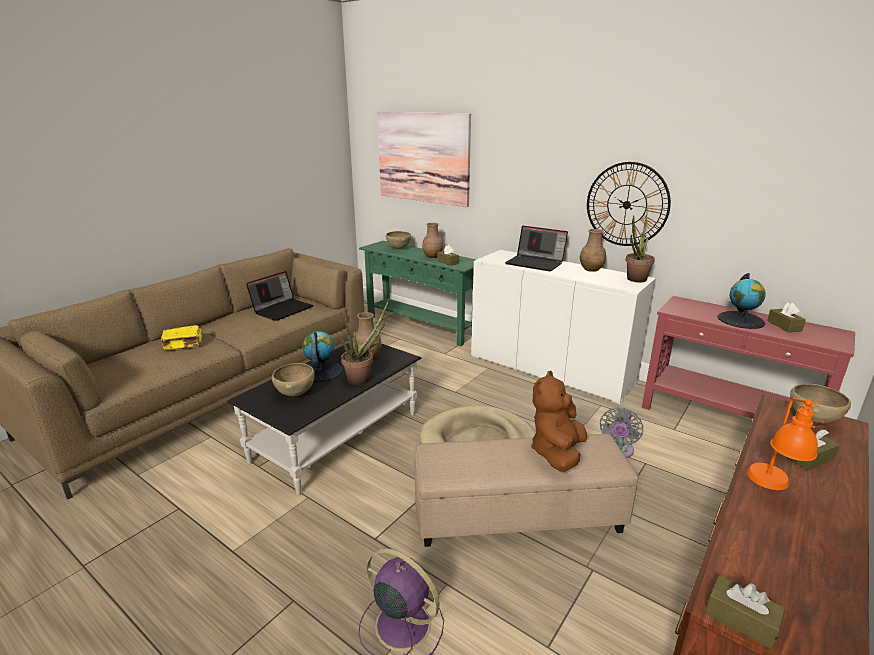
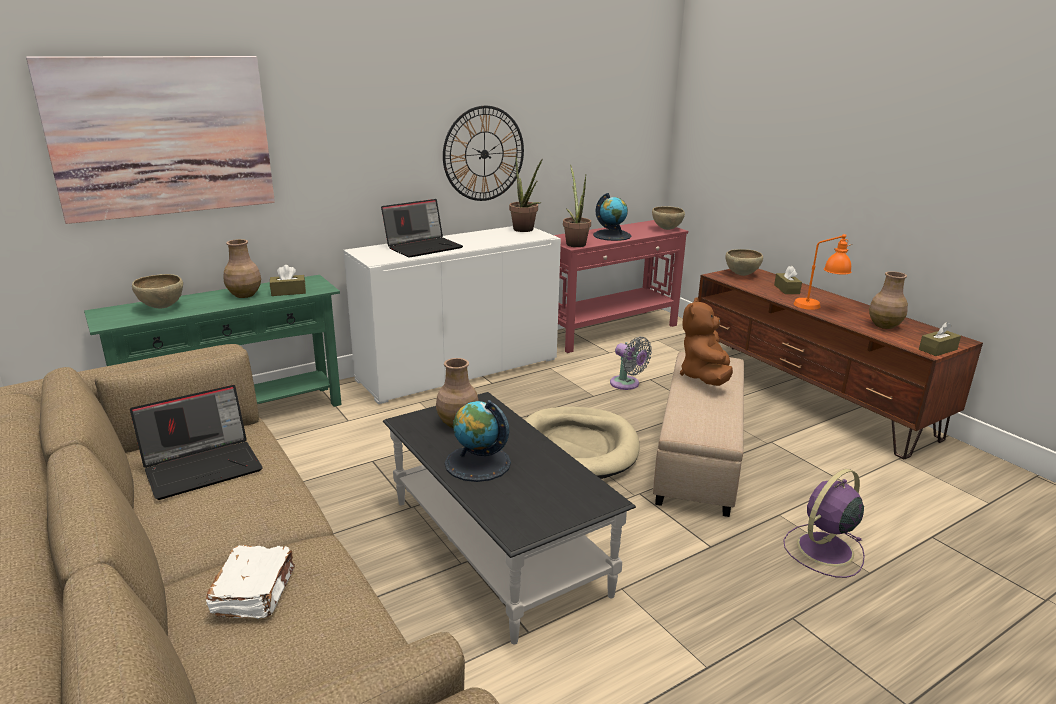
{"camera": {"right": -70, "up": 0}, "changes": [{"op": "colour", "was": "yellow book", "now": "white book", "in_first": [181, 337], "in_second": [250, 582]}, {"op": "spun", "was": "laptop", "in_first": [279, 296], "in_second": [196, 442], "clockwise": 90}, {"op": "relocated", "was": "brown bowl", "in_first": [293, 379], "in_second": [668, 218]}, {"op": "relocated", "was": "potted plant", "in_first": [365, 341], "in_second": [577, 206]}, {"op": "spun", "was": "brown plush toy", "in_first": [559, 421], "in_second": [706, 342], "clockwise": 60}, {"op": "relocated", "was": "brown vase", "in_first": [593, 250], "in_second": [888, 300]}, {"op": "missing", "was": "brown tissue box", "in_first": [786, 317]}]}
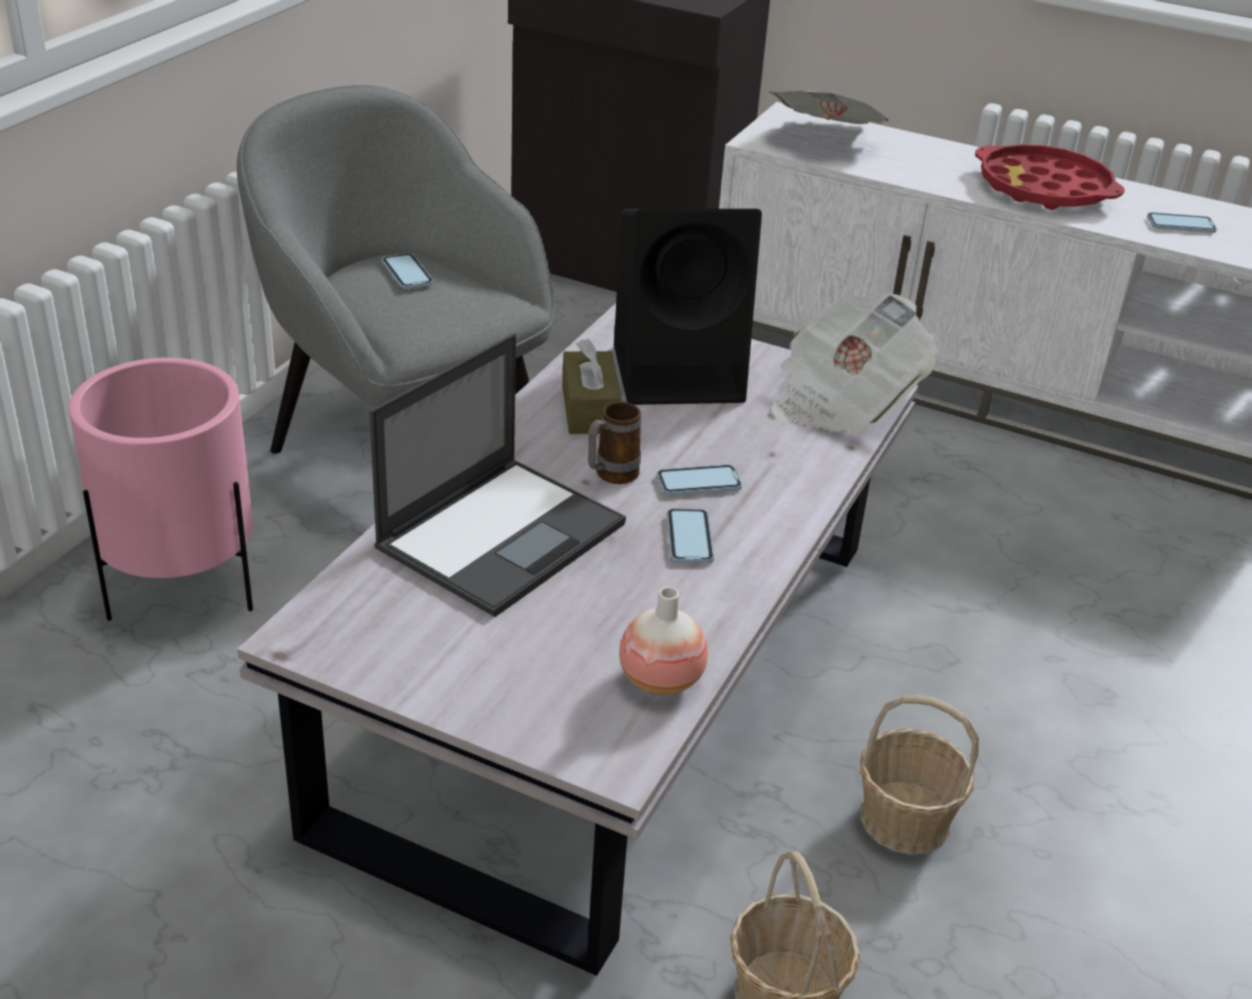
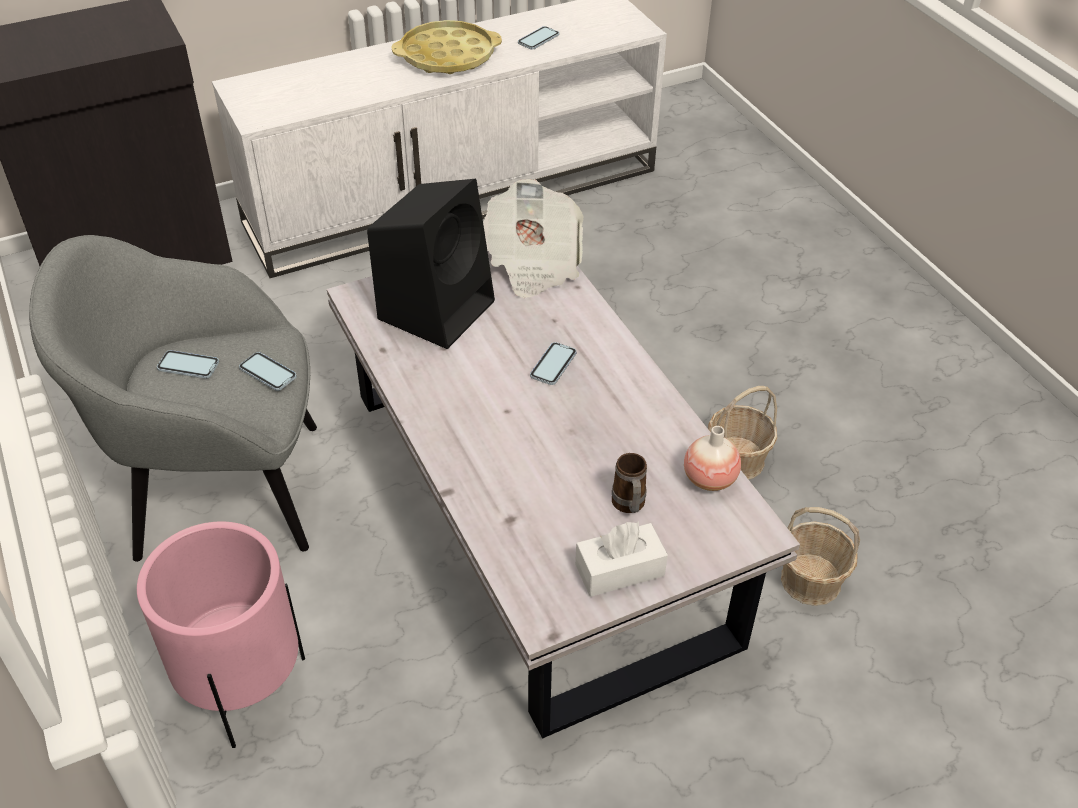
{"camera": {"right": -50, "up": 10}, "changes": [{"op": "missing", "was": "laptop", "in_first": [497, 475]}, {"op": "missing", "was": "brown tissue box", "in_first": [591, 386]}, {"op": "relocated", "was": "mug", "in_first": [614, 443], "in_second": [629, 483]}, {"op": "relocated", "was": "phone", "in_first": [690, 536], "in_second": [268, 371]}, {"op": "missing", "was": "newspaper", "in_first": [829, 107]}, {"op": "colour", "was": "red tray", "now": "yellow tray", "in_first": [1050, 177], "in_second": [446, 47]}, {"op": "appeared", "now": "white tissue box", "in_second": [621, 559]}]}
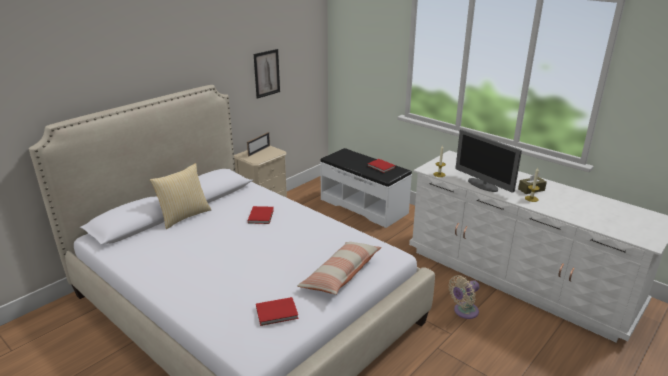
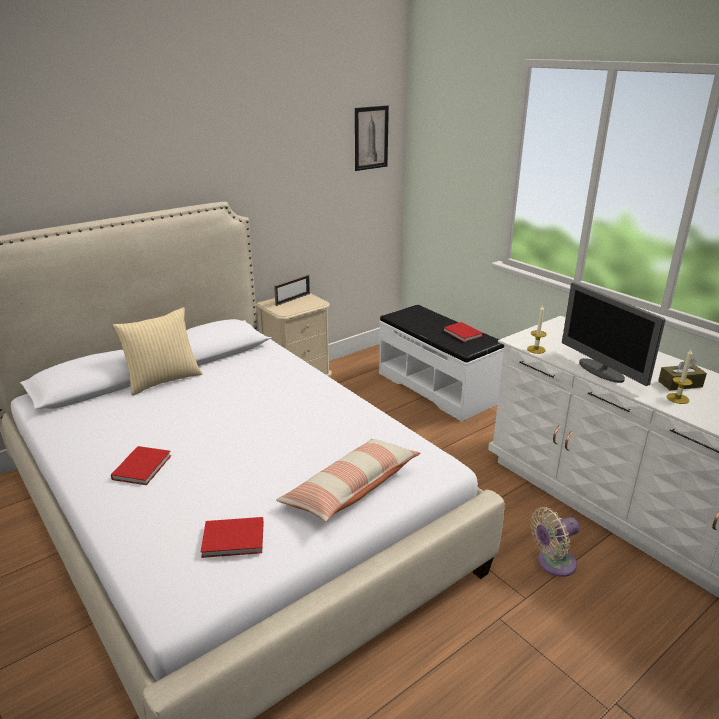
{"camera": {"right": 10, "up": 0}, "changes": [{"op": "relocated", "was": "red book", "in_first": [261, 215], "in_second": [141, 465]}, {"op": "relocated", "was": "picture", "in_first": [267, 74], "in_second": [372, 138]}]}
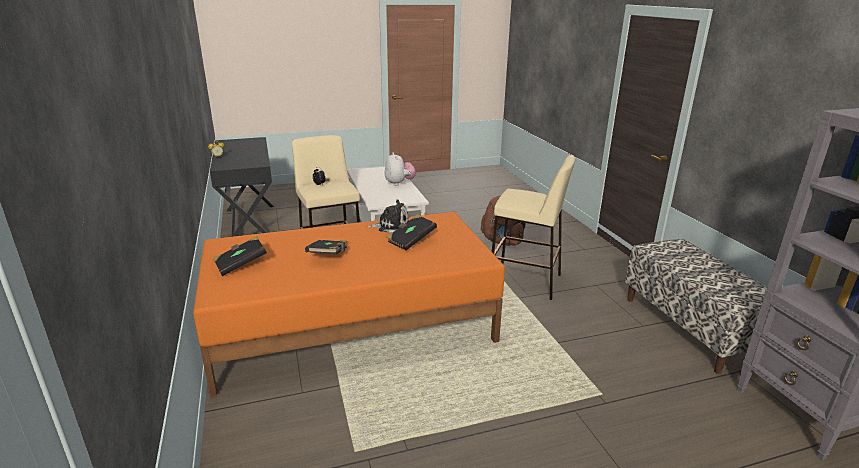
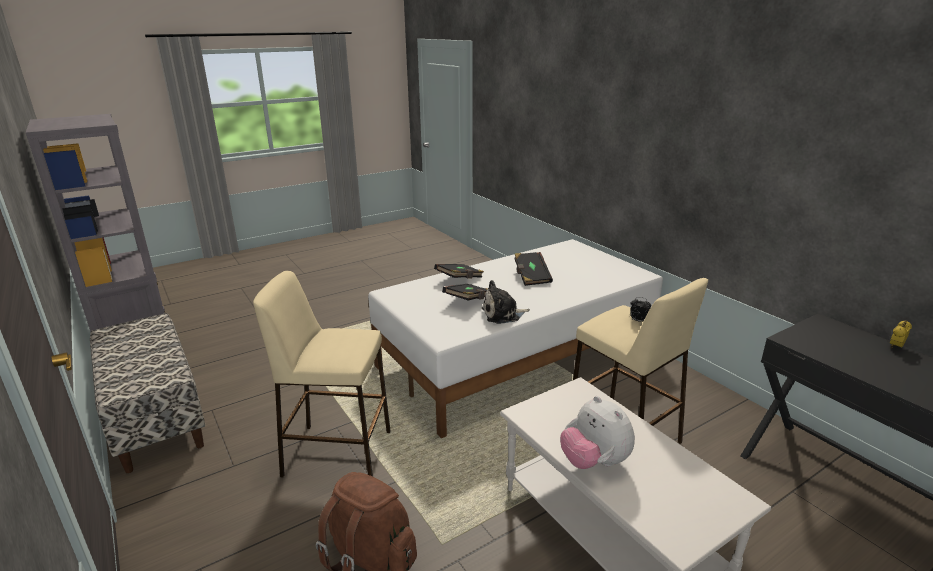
{"camera": {"right": 165, "up": 0}, "changes": [{"op": "colour", "was": "orange bed", "now": "white bed", "in_first": [349, 305], "in_second": [515, 338]}, {"op": "relocated", "was": "black book", "in_first": [240, 256], "in_second": [459, 271]}]}
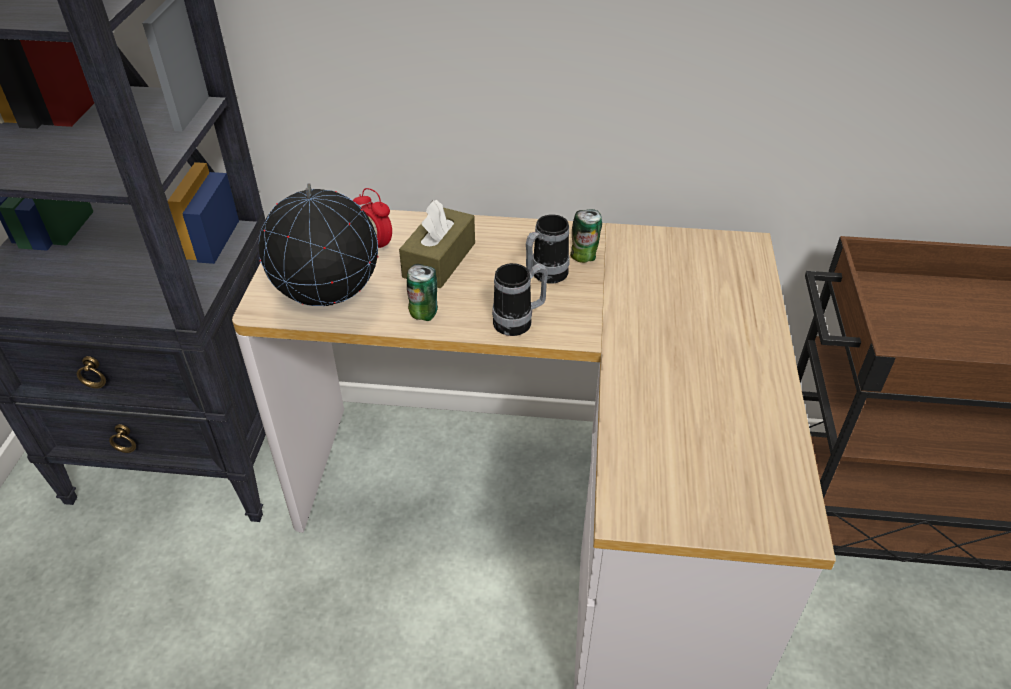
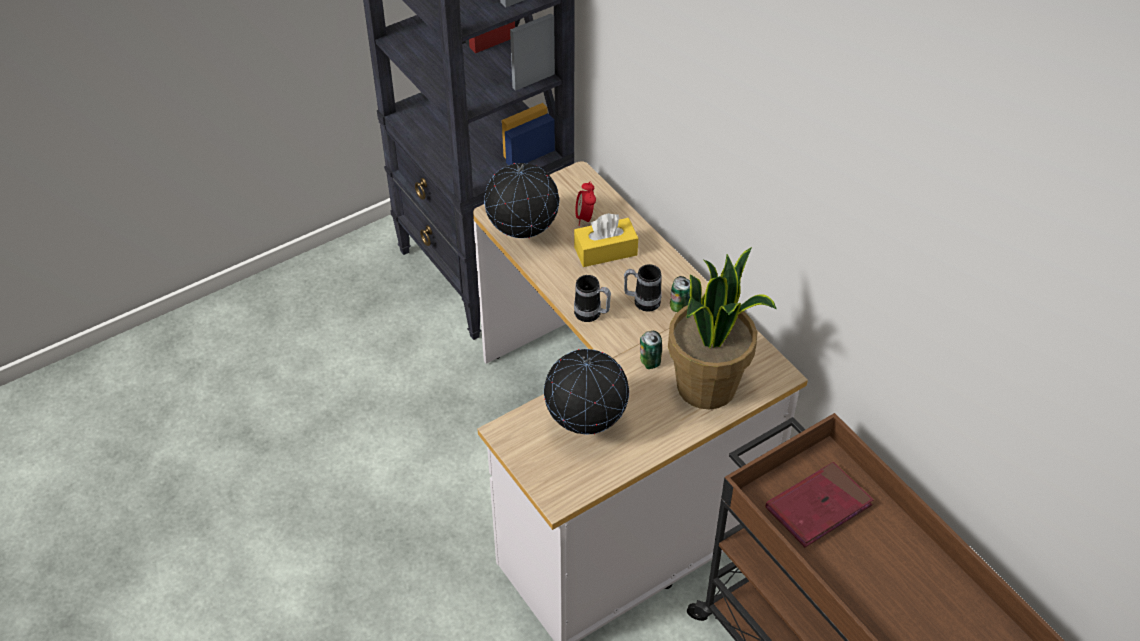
{"camera": {"right": 50, "up": 5}, "changes": [{"op": "colour", "was": "brown tissue box", "now": "yellow tissue box", "in_first": [437, 244], "in_second": [606, 240]}, {"op": "relocated", "was": "can", "in_first": [422, 292], "in_second": [651, 350]}, {"op": "appeared", "now": "globe", "in_second": [586, 391]}, {"op": "appeared", "now": "potted plant", "in_second": [722, 328]}, {"op": "appeared", "now": "red book", "in_second": [819, 504]}]}
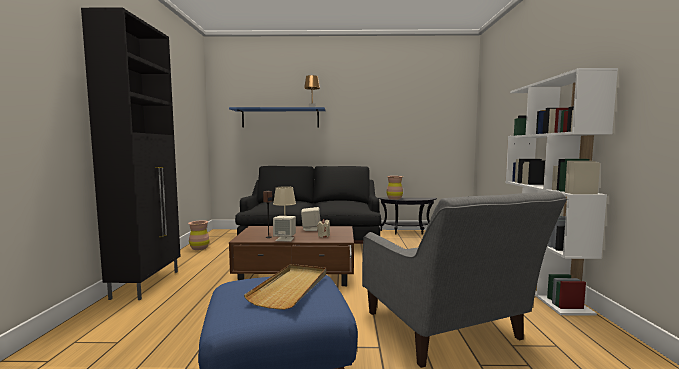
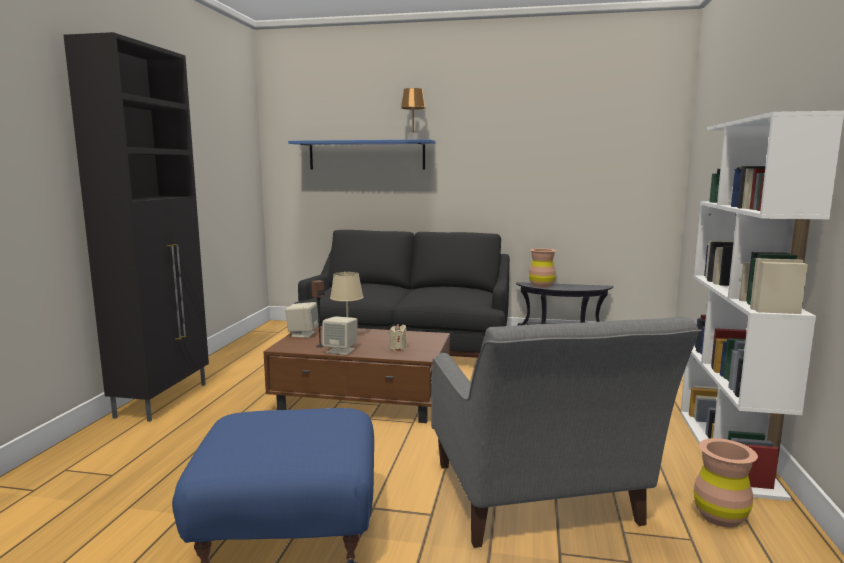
{"camera": {"right": 10, "up": 5}, "changes": [{"op": "relocated", "was": "brown vase", "in_first": [198, 235], "in_second": [725, 483]}, {"op": "missing", "was": "beige tray", "in_first": [285, 287]}, {"op": "relocated", "was": "beige speaker", "in_first": [310, 219], "in_second": [302, 320]}]}
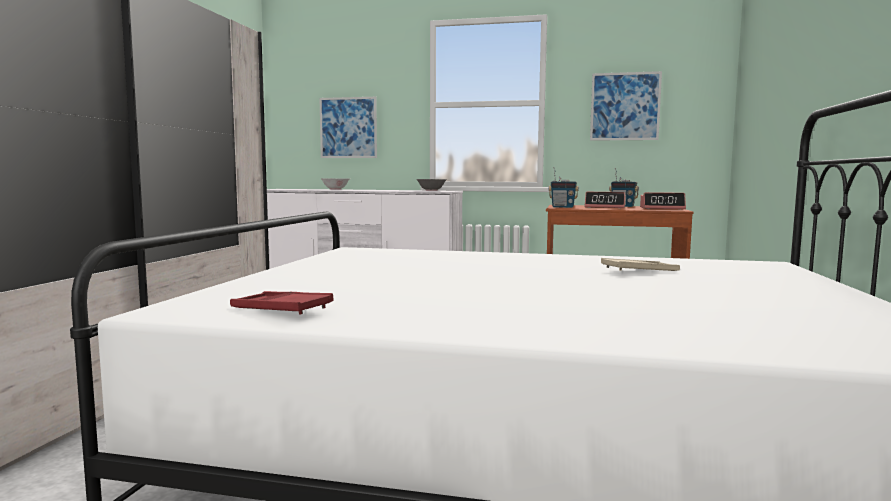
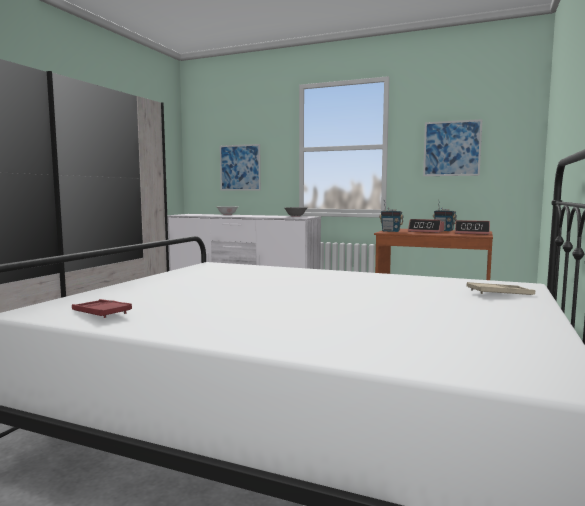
{"camera": {"right": 10, "up": 0}, "changes": [{"op": "relocated", "was": "beige tray", "in_first": [640, 264], "in_second": [501, 288]}]}
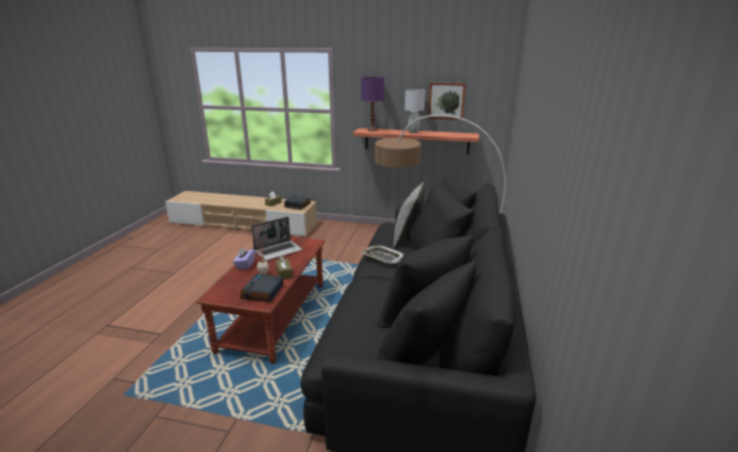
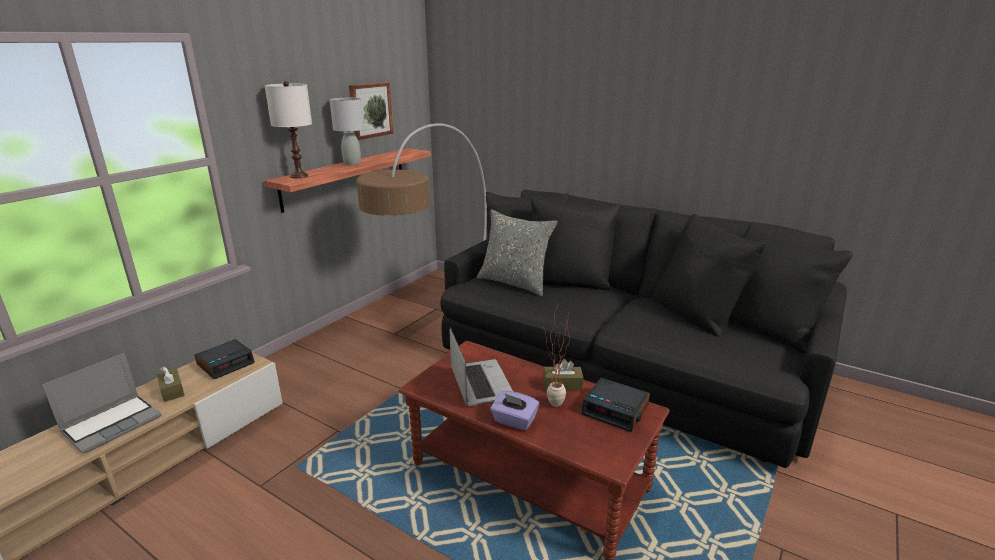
{"camera": {"right": -70, "up": 0}, "changes": [{"op": "colour", "was": "purple table lamp", "now": "white table lamp", "in_first": [372, 103], "in_second": [288, 129]}, {"op": "missing", "was": "tray", "in_first": [383, 254]}, {"op": "appeared", "now": "laptop", "in_second": [101, 403]}]}
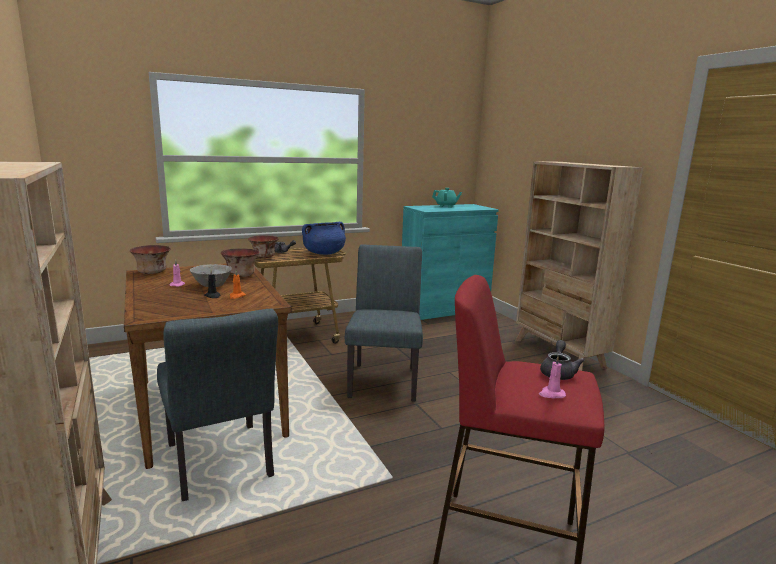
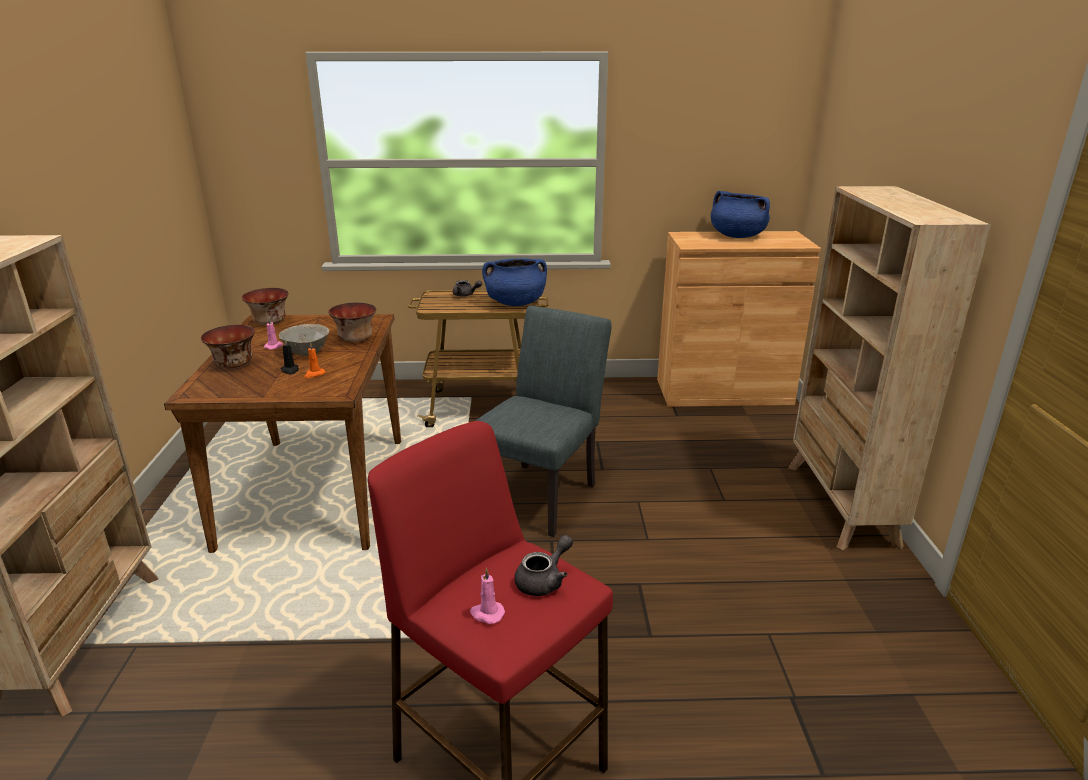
{"camera": {"right": 25, "up": 10}, "changes": [{"op": "missing", "was": "grey chair", "in_first": [217, 405]}, {"op": "relocated", "was": "bowl", "in_first": [263, 246], "in_second": [227, 346]}, {"op": "colour", "was": "turquoise cabinet", "now": "brown cabinet", "in_first": [450, 262], "in_second": [739, 319]}, {"op": "exchanged", "was": "turquoise teapot", "now": "blue cooking pot", "in_first": [447, 198], "in_second": [740, 214]}]}
